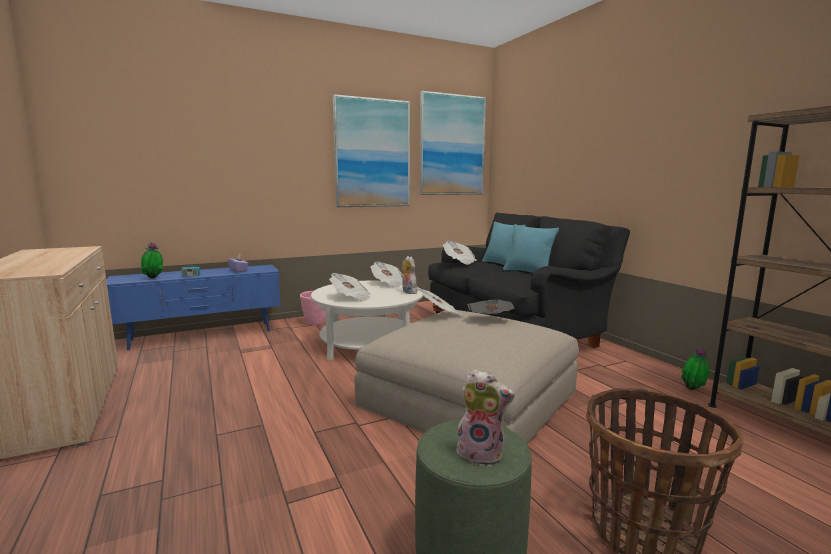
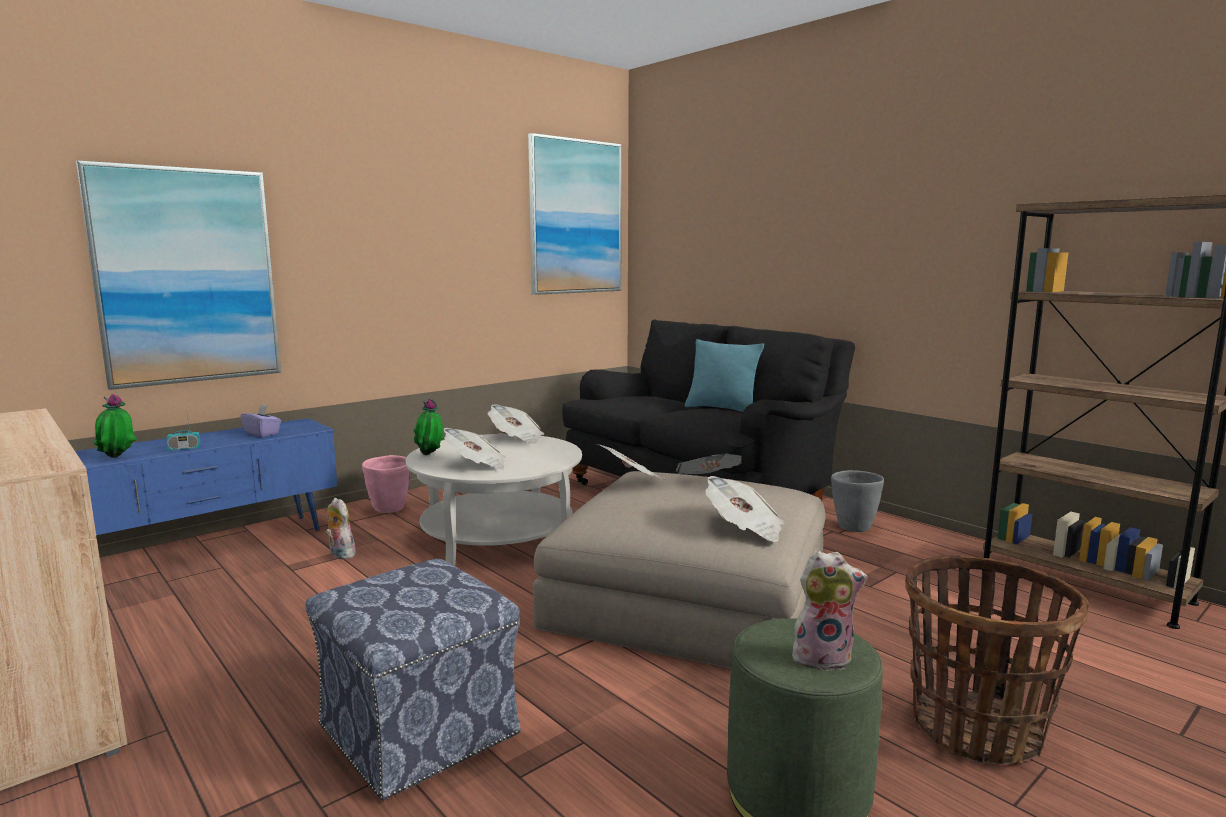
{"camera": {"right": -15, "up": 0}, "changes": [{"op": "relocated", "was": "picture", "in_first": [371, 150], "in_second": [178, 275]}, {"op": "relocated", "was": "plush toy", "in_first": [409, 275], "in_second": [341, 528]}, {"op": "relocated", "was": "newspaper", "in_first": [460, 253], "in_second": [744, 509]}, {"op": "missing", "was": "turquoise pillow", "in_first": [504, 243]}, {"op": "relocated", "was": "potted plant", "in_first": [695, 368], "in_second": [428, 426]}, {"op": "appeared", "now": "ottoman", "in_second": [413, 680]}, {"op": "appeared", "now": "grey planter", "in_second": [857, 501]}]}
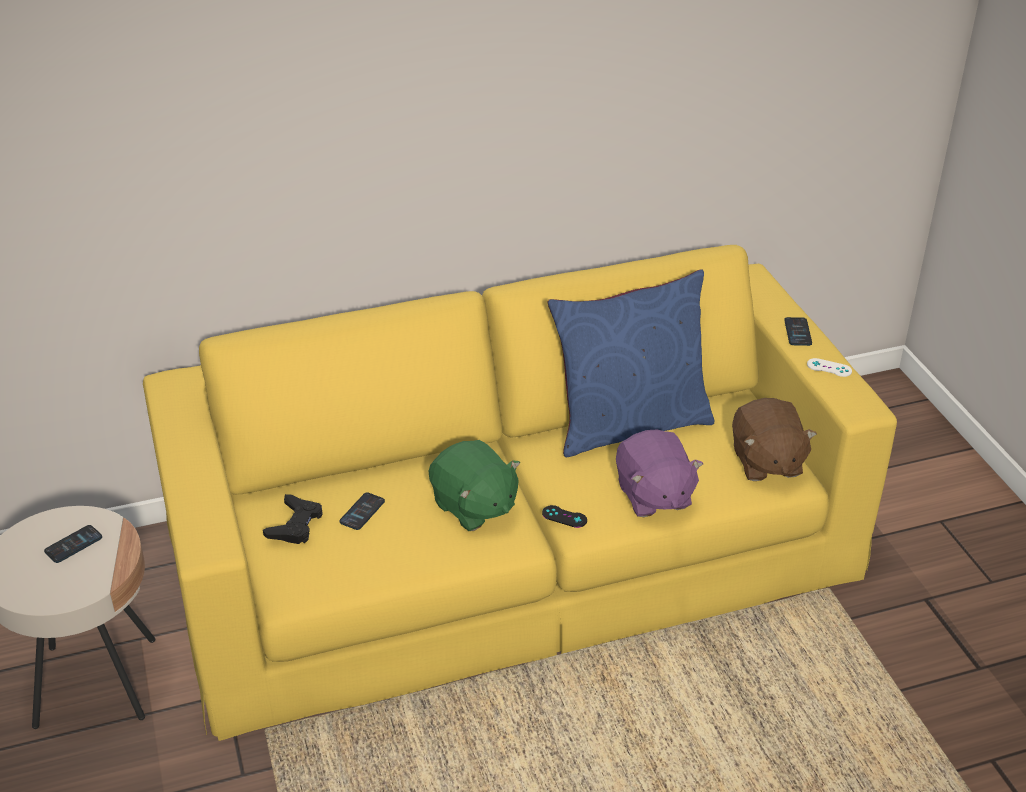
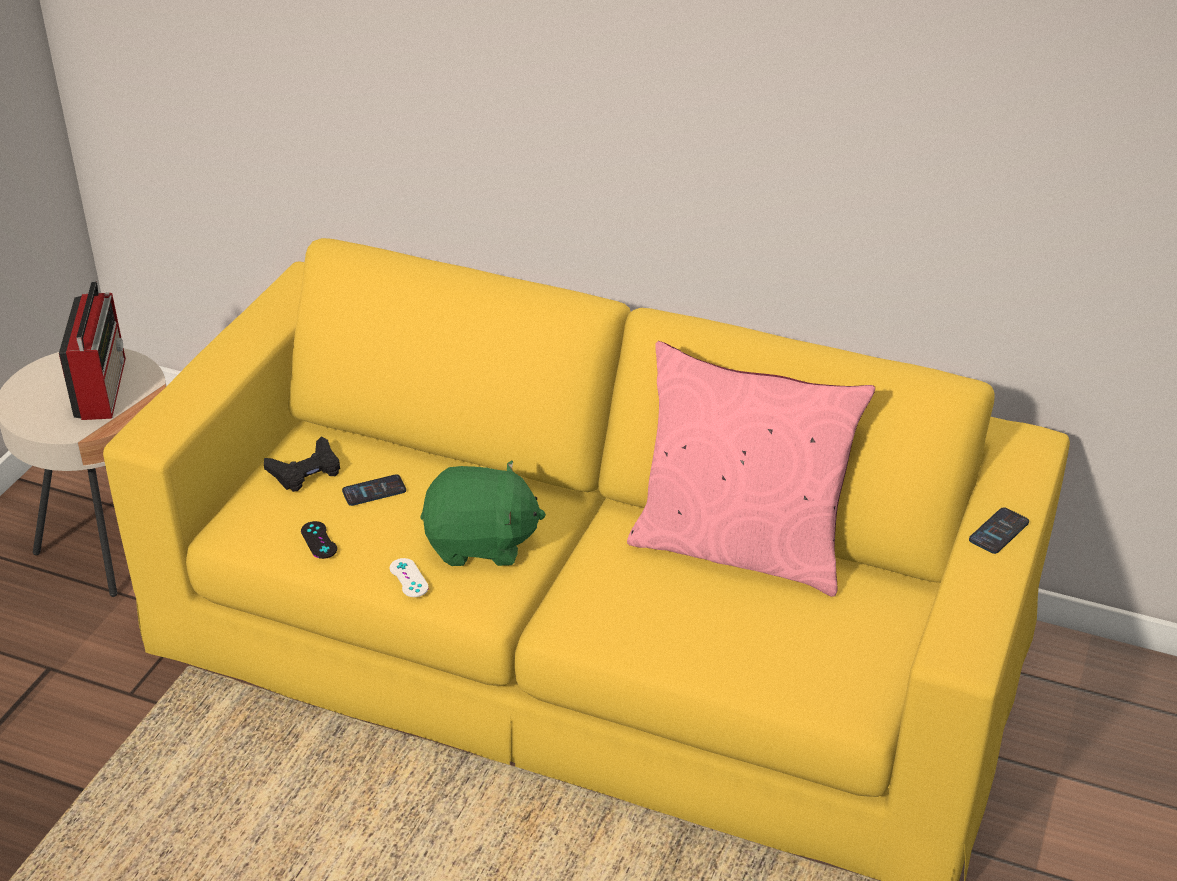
{"camera": {"right": 40, "up": 0}, "changes": [{"op": "exchanged", "was": "phone", "now": "radio", "in_first": [73, 544], "in_second": [92, 350]}, {"op": "spun", "was": "green plush toy", "in_first": [474, 485], "in_second": [483, 513], "clockwise": -90}, {"op": "relocated", "was": "black game controller", "in_first": [564, 516], "in_second": [319, 540]}, {"op": "colour", "was": "blue pillow", "now": "pink pillow", "in_first": [631, 363], "in_second": [751, 469]}, {"op": "missing", "was": "purple plush toy", "in_first": [659, 473]}, {"op": "missing", "was": "brown plush toy", "in_first": [774, 439]}, {"op": "relocated", "was": "white game controller", "in_first": [829, 367], "in_second": [409, 577]}]}
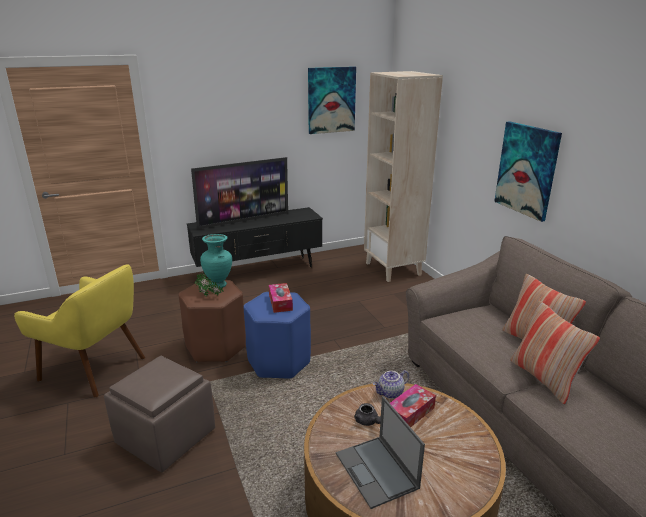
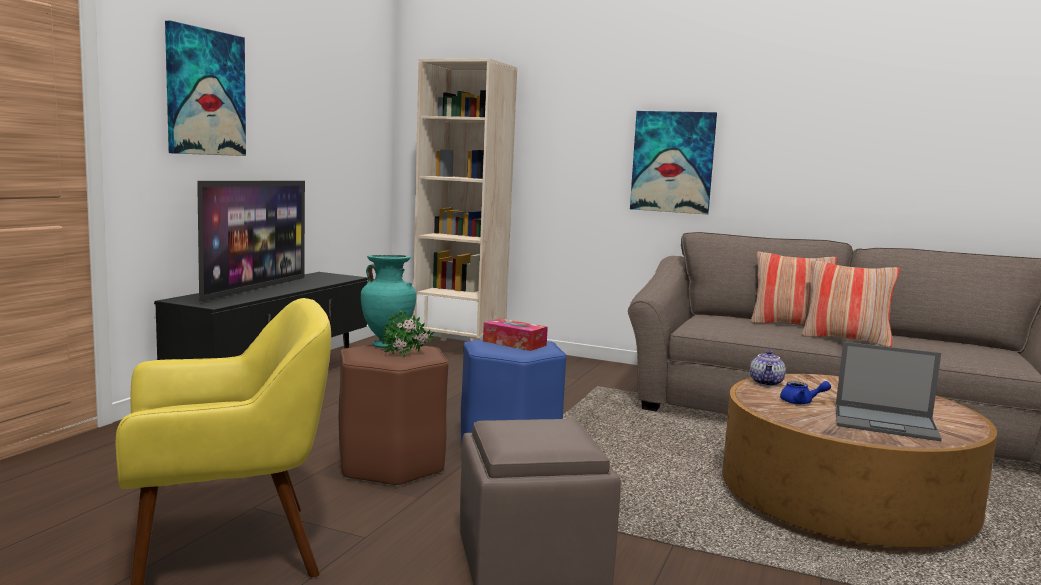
{"camera": {"right": -45, "up": -15}, "changes": [{"op": "relocated", "was": "picture", "in_first": [332, 100], "in_second": [205, 88]}, {"op": "colour", "was": "grey teapot", "now": "blue teapot", "in_first": [367, 414], "in_second": [805, 392]}, {"op": "missing", "was": "tissue box", "in_first": [413, 405]}]}
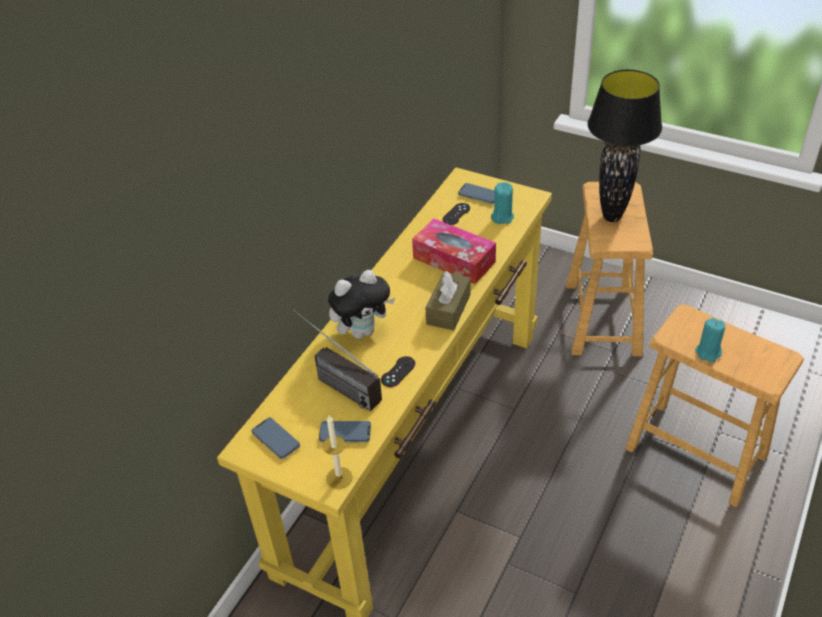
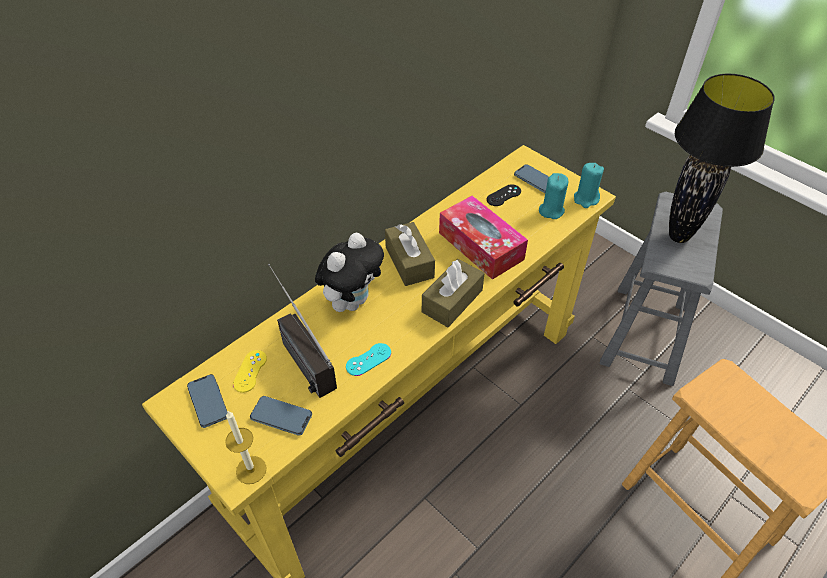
{"camera": {"right": 15, "up": 5}, "changes": [{"op": "spun", "was": "plush toy", "in_first": [361, 304], "in_second": [349, 272], "clockwise": -45}, {"op": "colour", "was": "black game controller", "now": "turquoise game controller", "in_first": [398, 371], "in_second": [368, 359]}, {"op": "colour", "was": "brown stool", "now": "grey stool", "in_first": [609, 269], "in_second": [661, 289]}, {"op": "relocated", "was": "turquoise candle", "in_first": [710, 340], "in_second": [589, 185]}, {"op": "appeared", "now": "yellow game controller", "in_second": [250, 371]}, {"op": "appeared", "now": "brown tissue box", "in_second": [410, 254]}]}
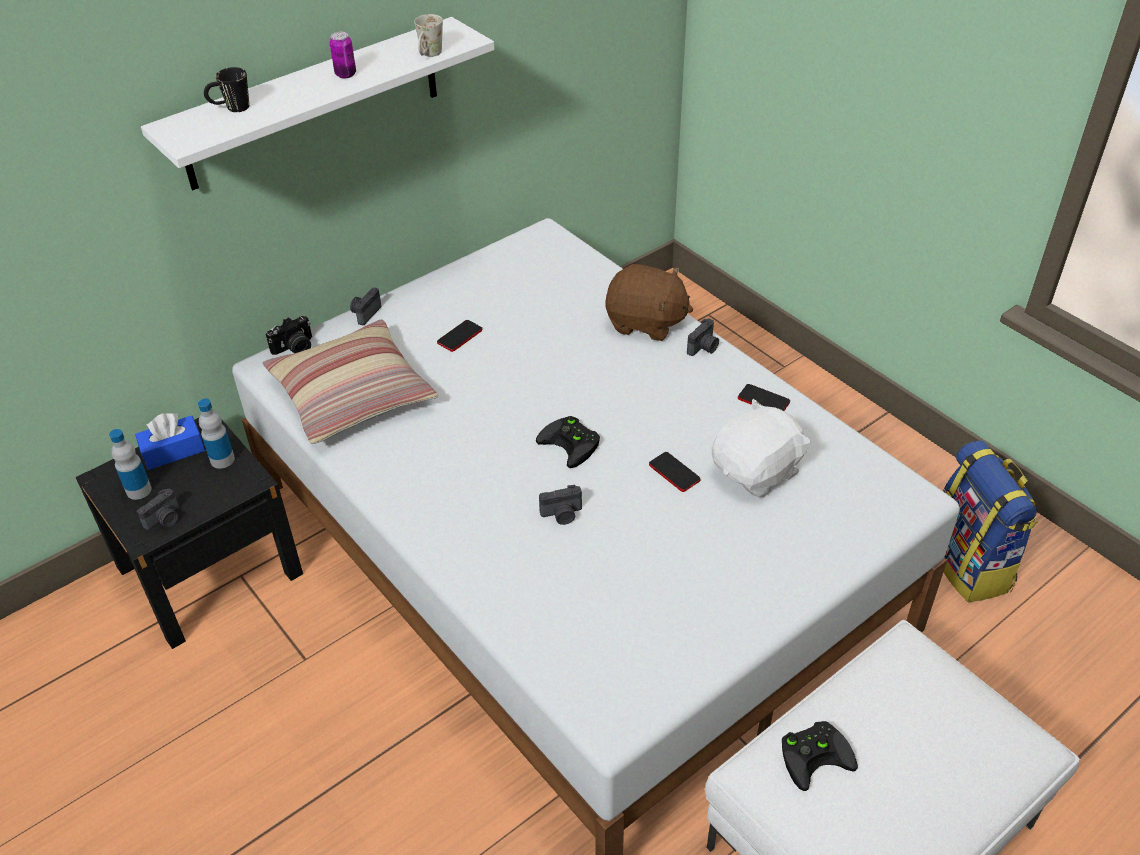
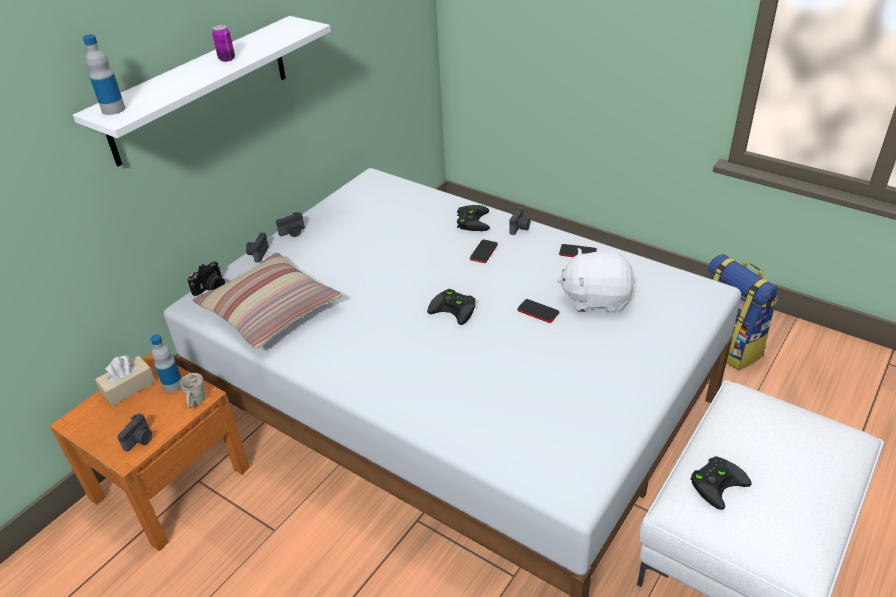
{"camera": {"right": -15, "up": -5}, "changes": [{"op": "colour", "was": "black nightstand", "now": "orange nightstand", "in_first": [189, 533], "in_second": [150, 451]}, {"op": "relocated", "was": "bottle", "in_first": [130, 464], "in_second": [104, 74]}, {"op": "colour", "was": "blue tissue box", "now": "beige tissue box", "in_first": [170, 441], "in_second": [125, 380]}, {"op": "missing", "was": "black mug", "in_first": [226, 89]}, {"op": "relocated", "was": "white mug", "in_first": [428, 35], "in_second": [193, 391]}, {"op": "relocated", "was": "phone", "in_first": [459, 336], "in_second": [484, 251]}, {"op": "relocated", "was": "photo camera", "in_first": [560, 505], "in_second": [290, 224]}, {"op": "exchanged", "was": "brown plush toy", "now": "black game controller", "in_first": [649, 302], "in_second": [473, 218]}, {"op": "spun", "was": "white plush toy", "in_first": [761, 448], "in_second": [596, 280], "clockwise": -120}]}
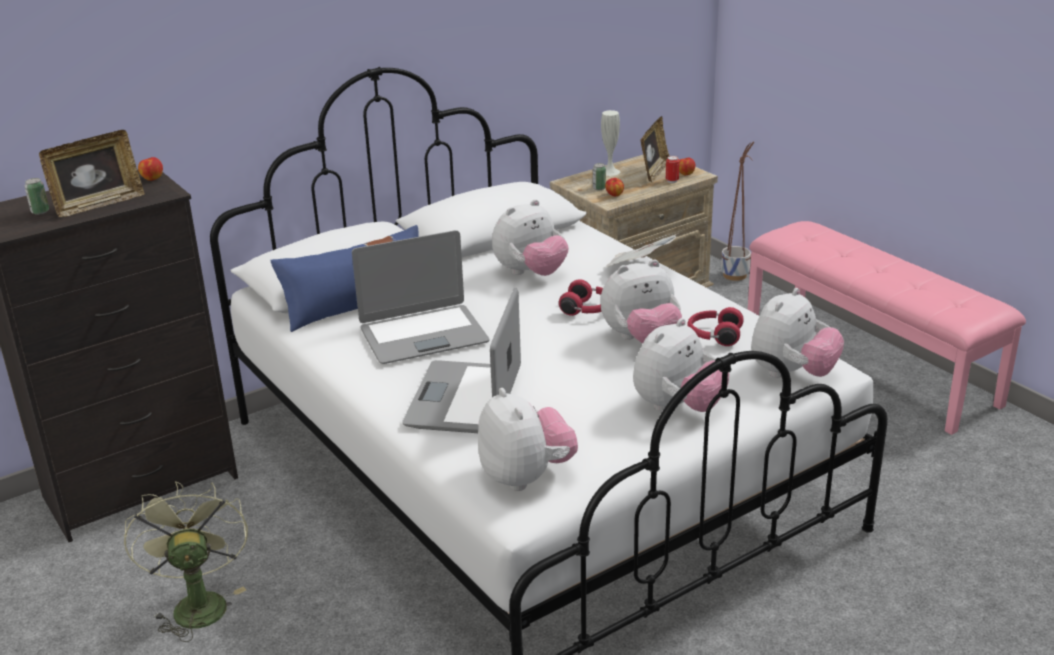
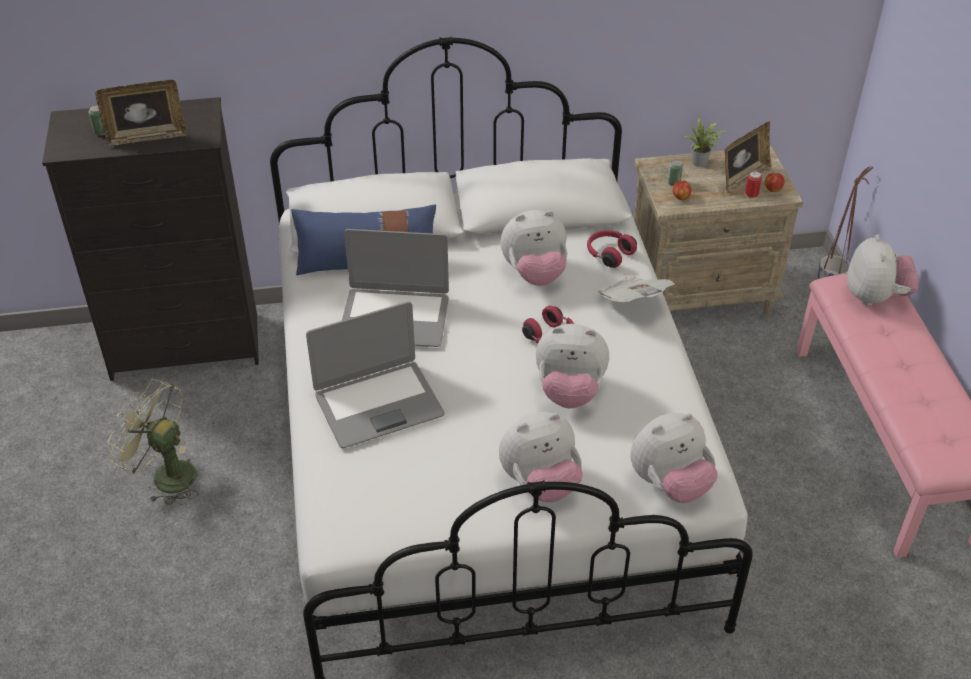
{"camera": {"right": 25, "up": 15}, "changes": [{"op": "spun", "was": "green fan", "in_first": [186, 561], "in_second": [153, 442], "clockwise": -75}, {"op": "missing", "was": "apple", "in_first": [150, 169]}, {"op": "spun", "was": "laptop", "in_first": [461, 360], "in_second": [375, 374], "clockwise": -150}, {"op": "relocated", "was": "plush toy", "in_first": [528, 439], "in_second": [883, 270]}, {"op": "exchanged", "was": "white vase", "now": "potted plant", "in_first": [610, 143], "in_second": [704, 142]}, {"op": "relocated", "was": "red headphones", "in_first": [715, 326], "in_second": [612, 249]}]}
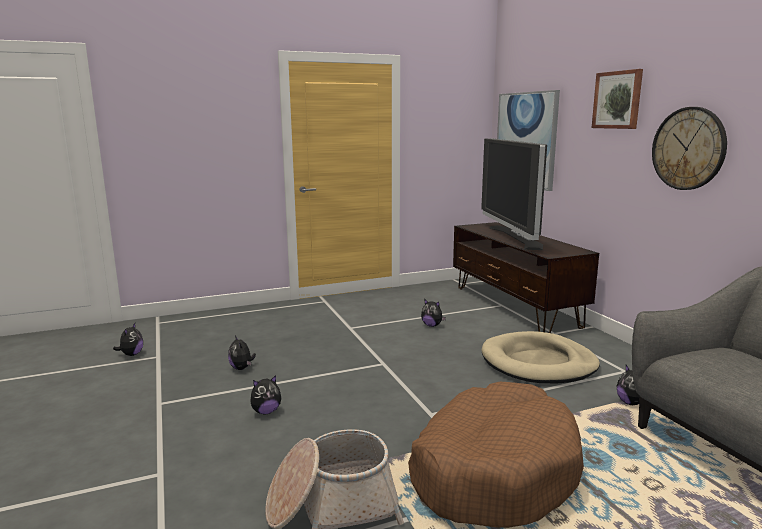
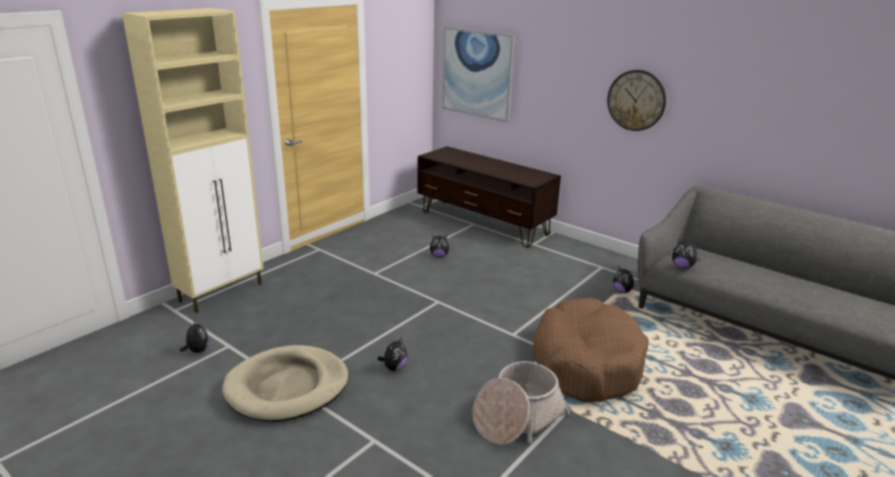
{"camera": {"right": -30, "up": 10}, "changes": [{"op": "relocated", "was": "plush toy", "in_first": [242, 352], "in_second": [686, 254]}, {"op": "missing", "was": "television", "in_first": [514, 194]}, {"op": "relocated", "was": "beige dog bed", "in_first": [540, 357], "in_second": [285, 383]}, {"op": "missing", "was": "picture", "in_first": [617, 99]}, {"op": "appeared", "now": "beige cabinet", "in_second": [193, 160]}]}
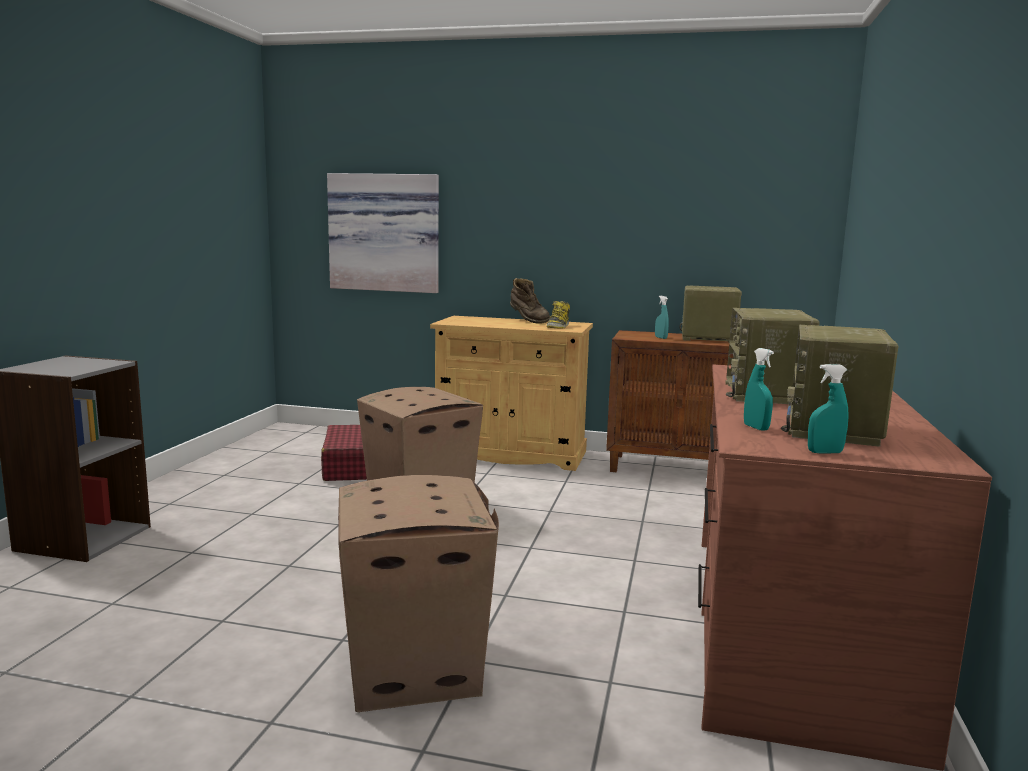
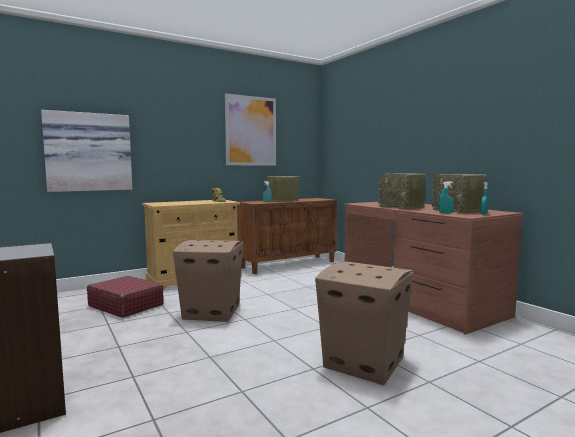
{"camera": {"right": -45, "up": -5}, "changes": [{"op": "missing", "was": "brown boot", "in_first": [530, 301]}, {"op": "appeared", "now": "picture", "in_second": [250, 129]}]}
